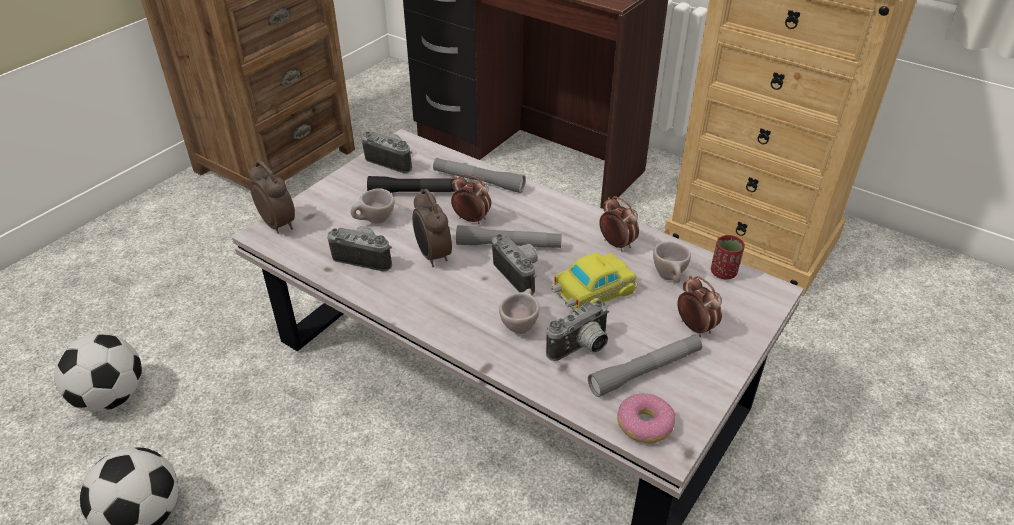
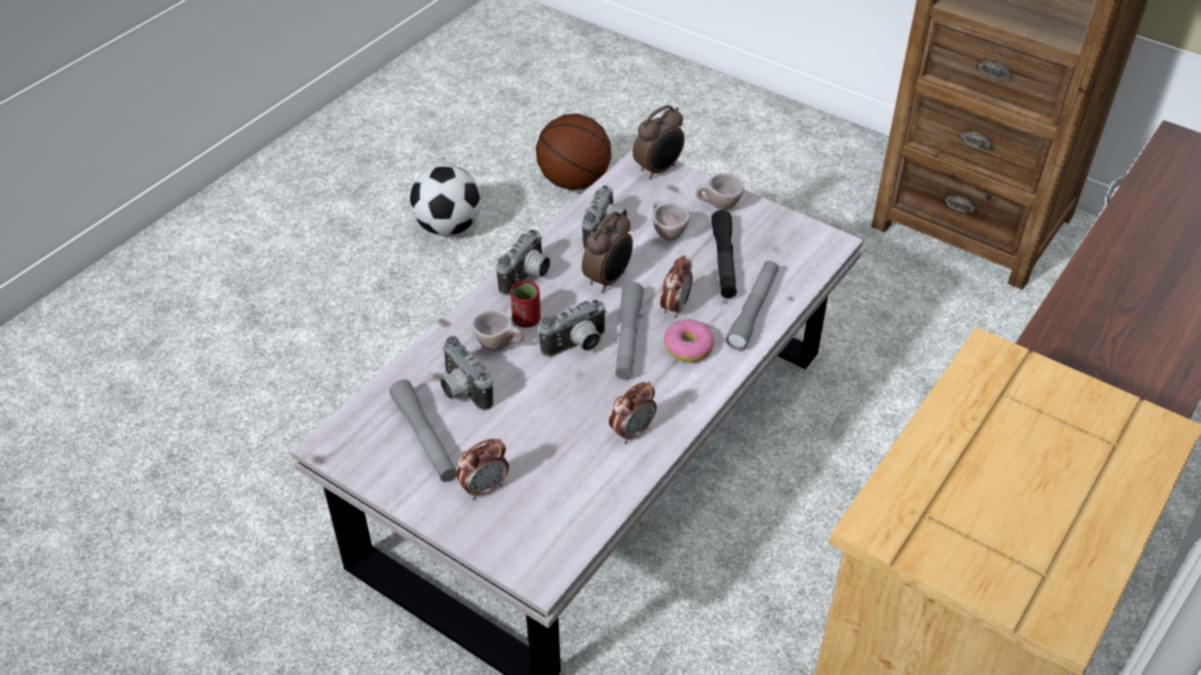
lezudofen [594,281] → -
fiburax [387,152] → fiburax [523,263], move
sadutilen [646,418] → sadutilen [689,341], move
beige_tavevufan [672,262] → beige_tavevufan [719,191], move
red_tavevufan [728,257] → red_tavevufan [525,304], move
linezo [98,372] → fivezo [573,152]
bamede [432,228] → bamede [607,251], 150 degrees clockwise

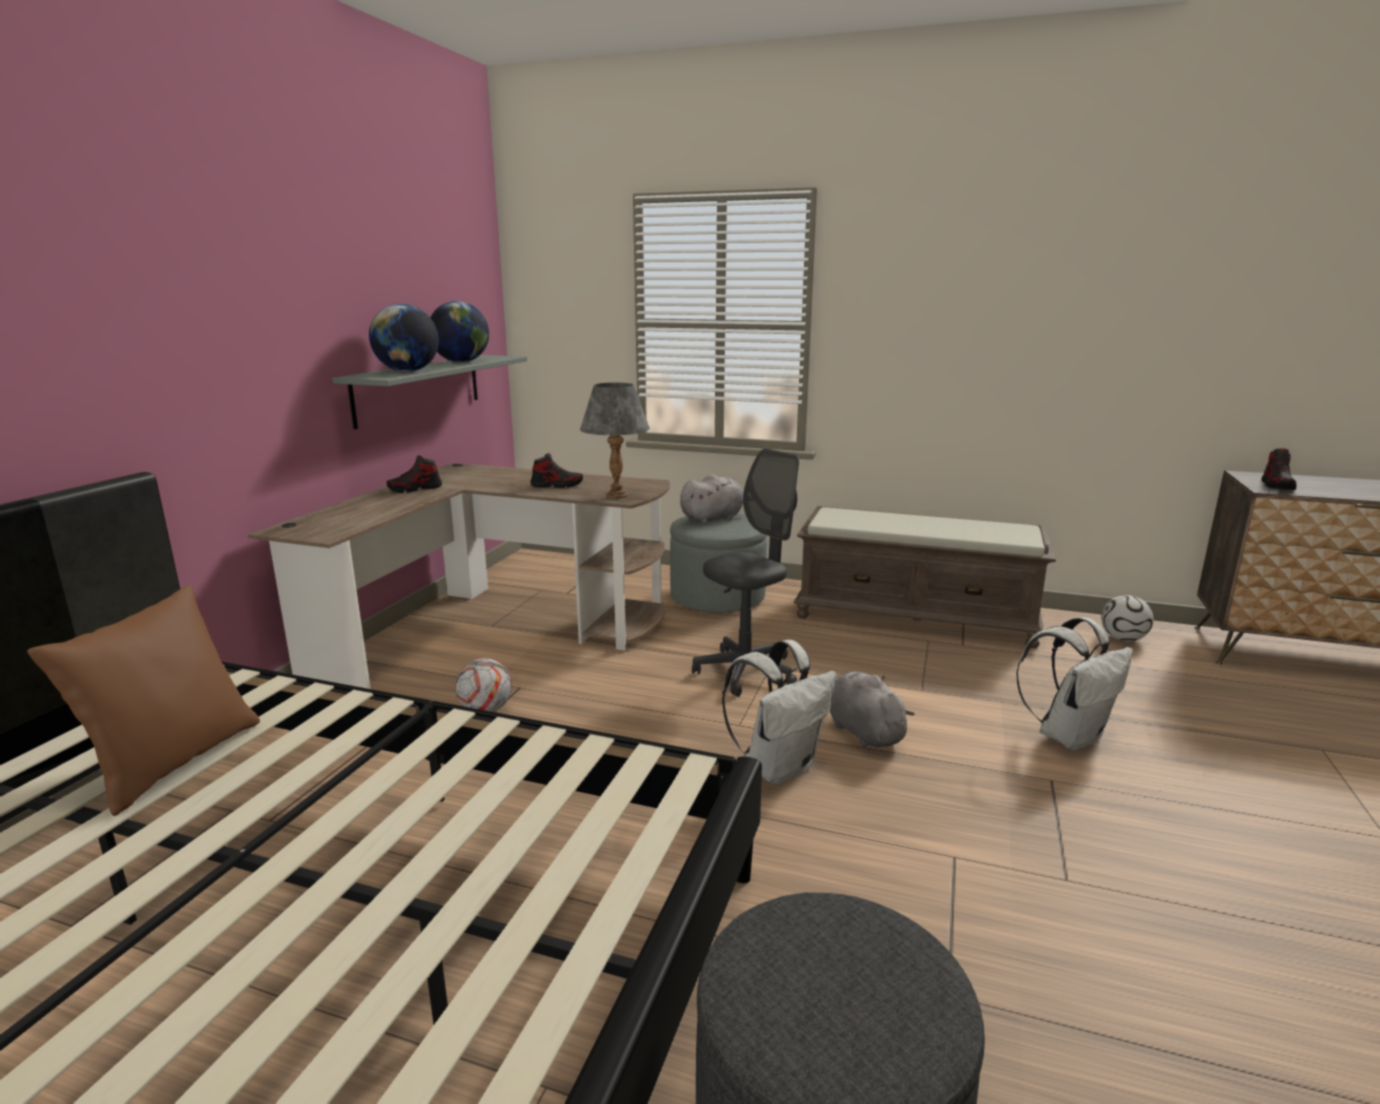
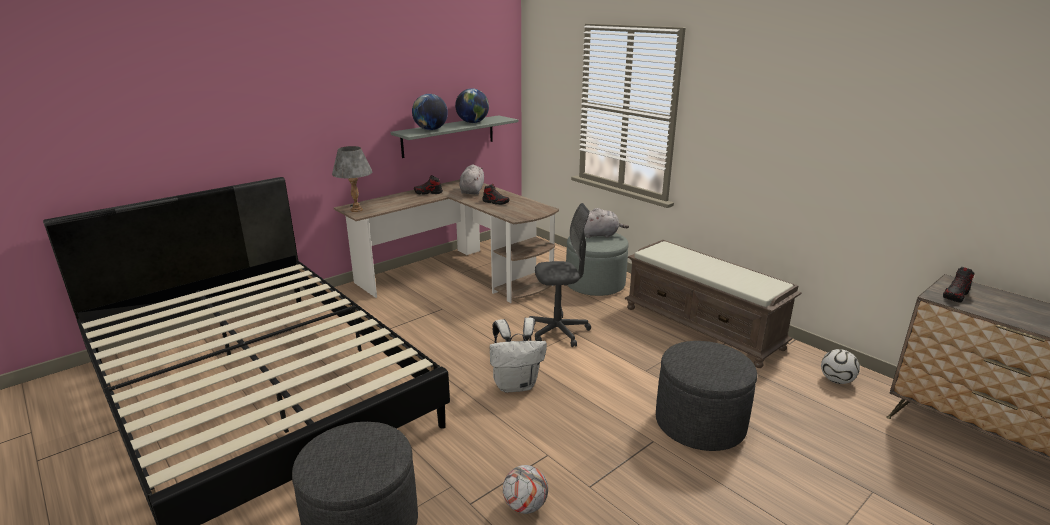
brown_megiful [143,700] → -
linezo [483,685] → linezo [525,489], move
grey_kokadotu [615,441] → grey_kokadotu [352,179], move
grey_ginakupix [872,710] → grey_ginakupix [471,179], move
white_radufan [1074,684] → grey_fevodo [706,396]

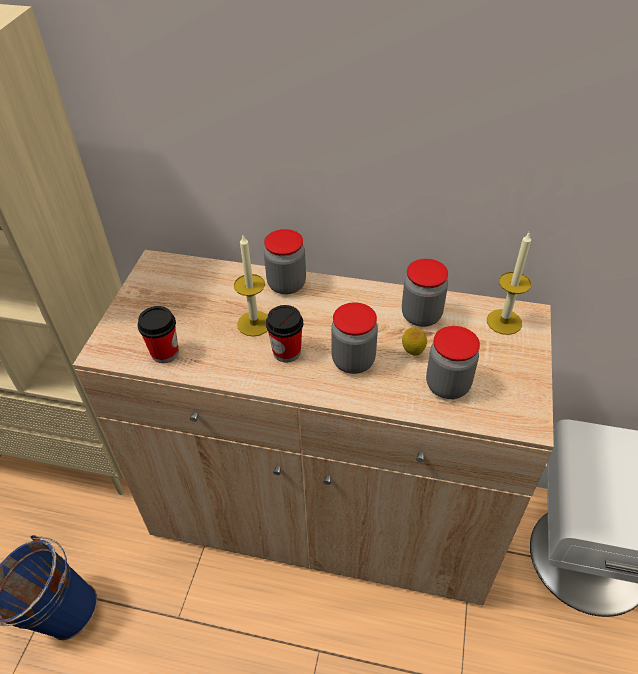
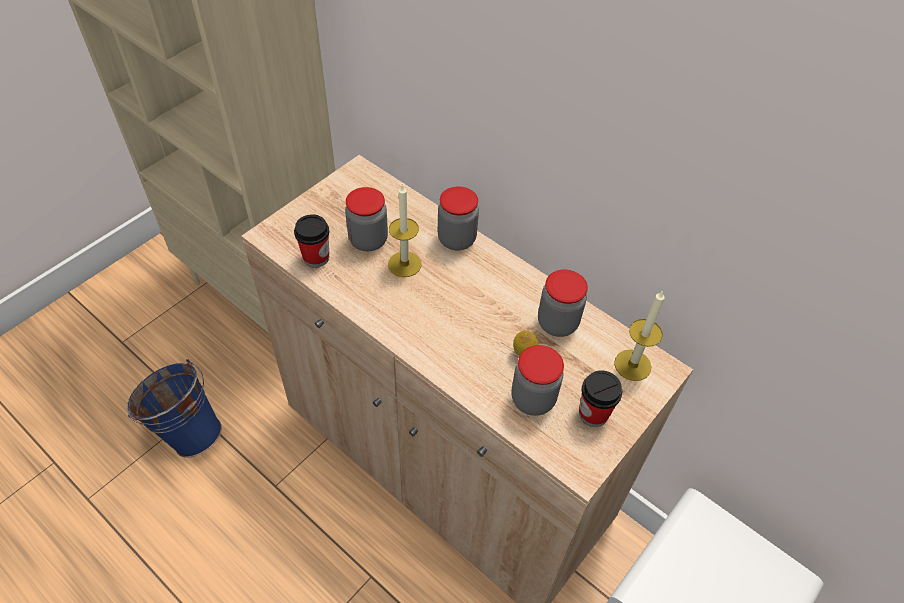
tavevufan [284,334] → tavevufan [600,398], move
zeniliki [354,338] → zeniliki [366,219], move

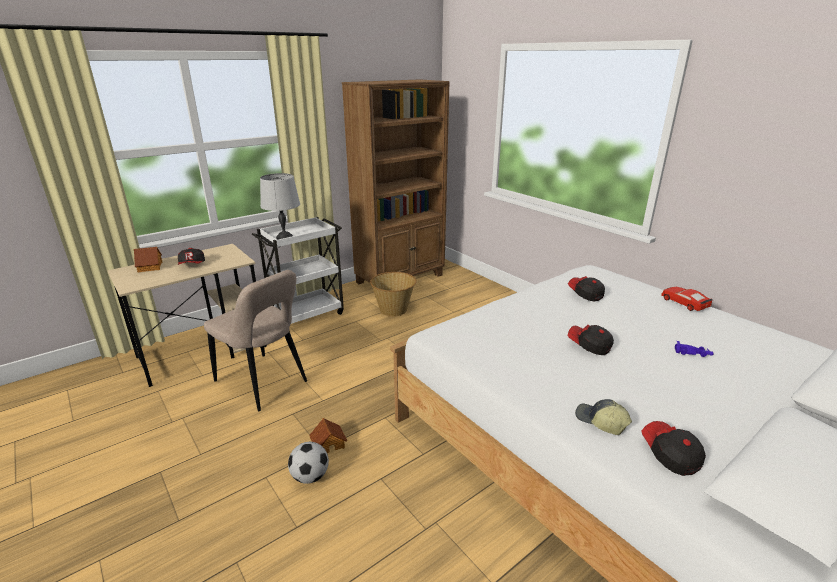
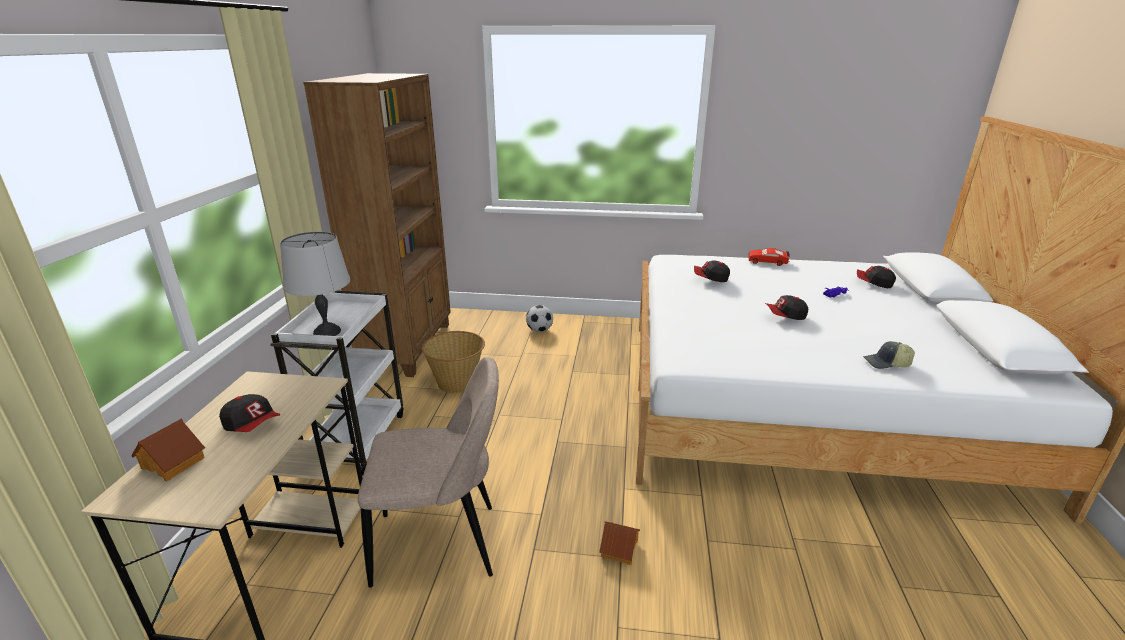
linezo [308,463] → linezo [539,318], move
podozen [674,448] → podozen [876,277], move

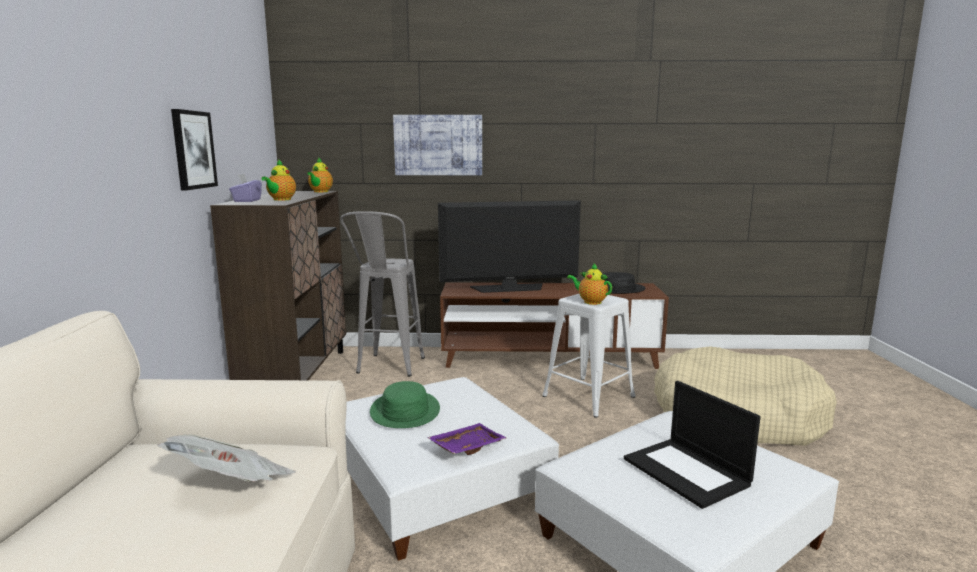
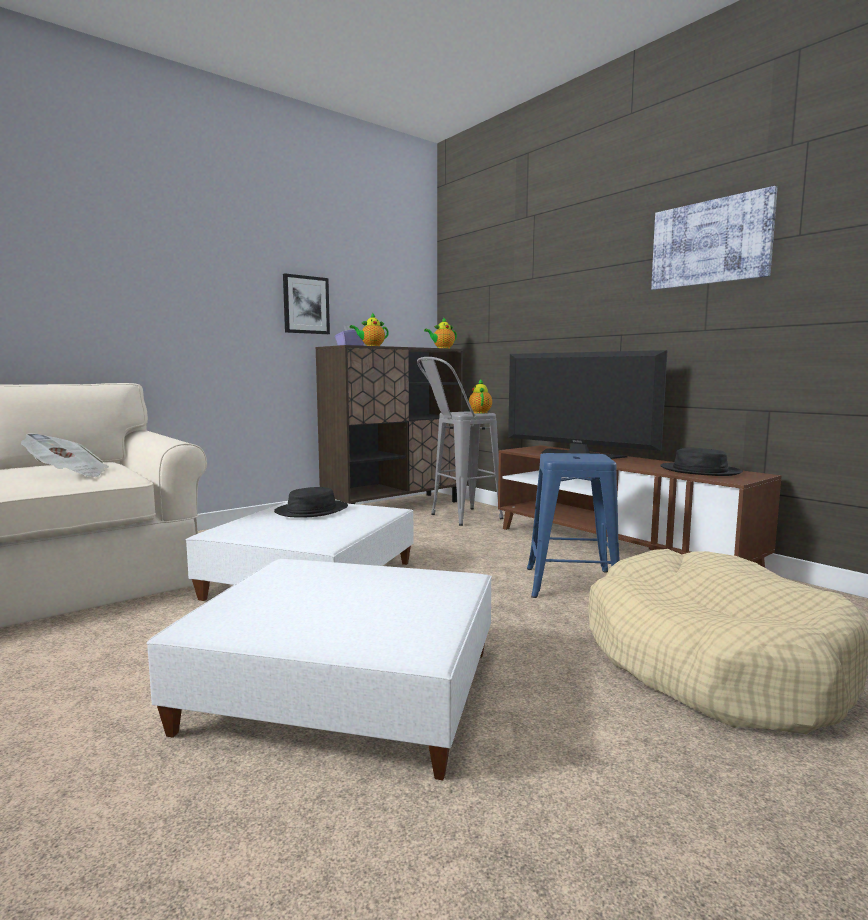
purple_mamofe [466,439] → -
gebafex [692,445] → -
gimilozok [437,145] → gimilozok [714,238], move
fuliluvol [589,284] → fuliluvol [480,396], move
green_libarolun [405,404] → black_libarolun [311,502]
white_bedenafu [588,356] → blue_bedenafu [573,525]

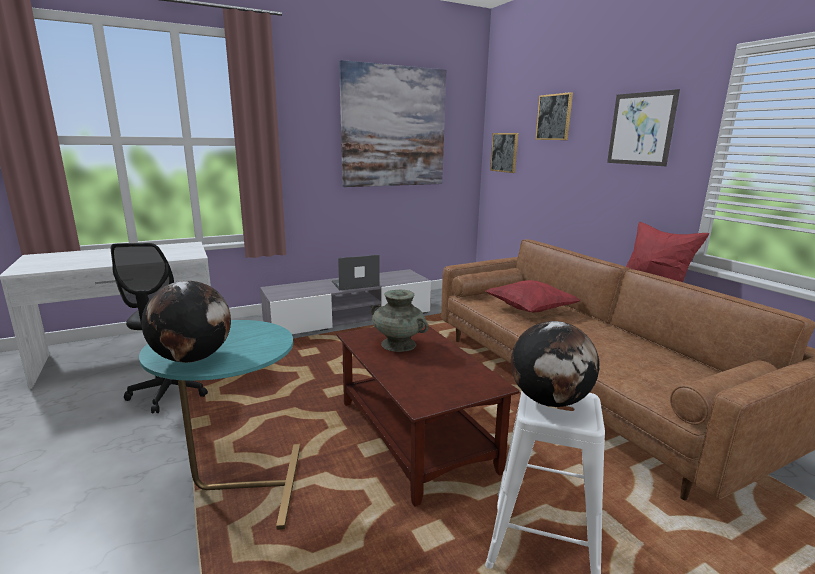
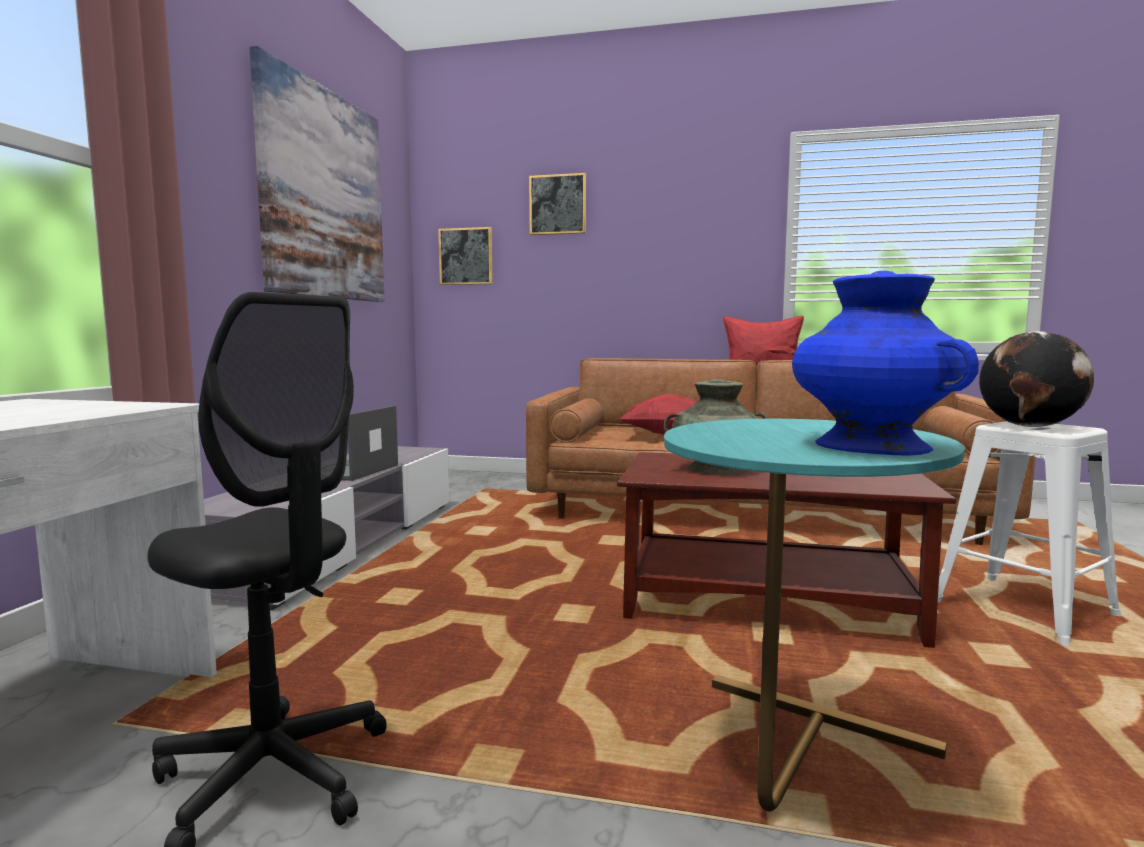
gimilozok [643,127] → -
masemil [186,322] → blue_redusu [885,363]

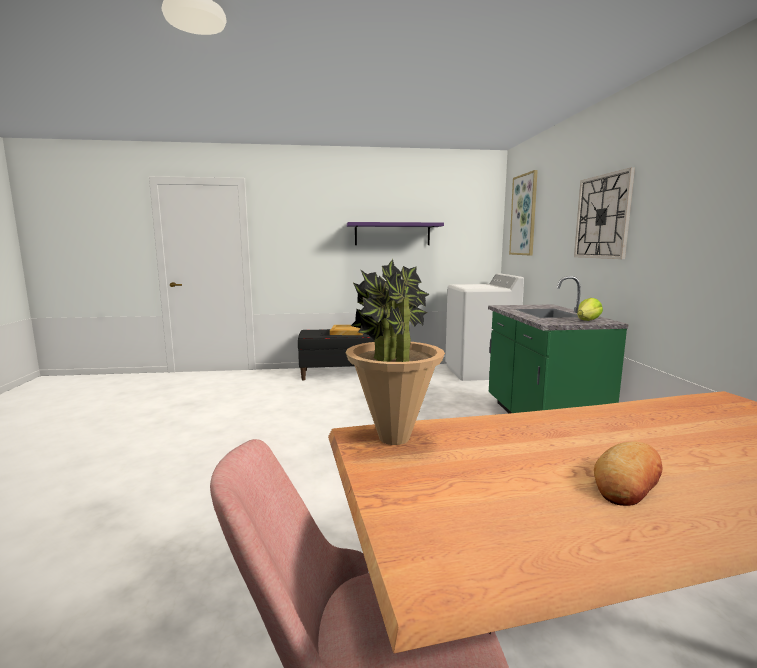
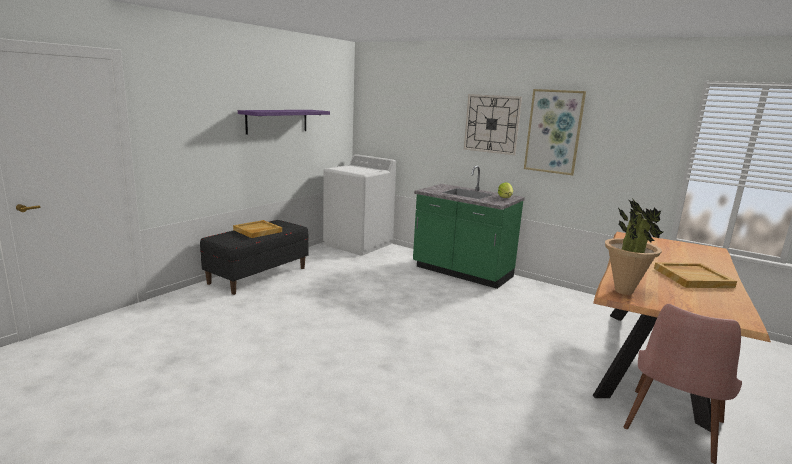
gimilozok [523,212] → gimilozok [555,132], move
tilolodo [628,473] → beige_mamofe [695,275]

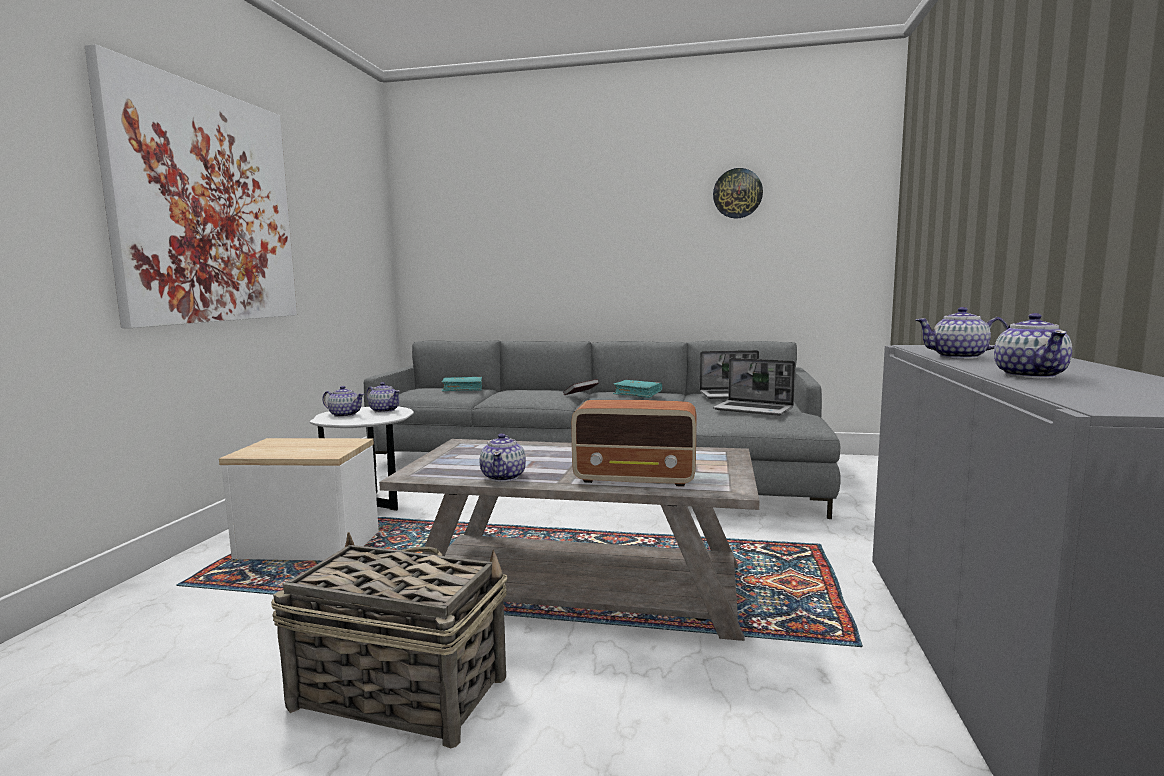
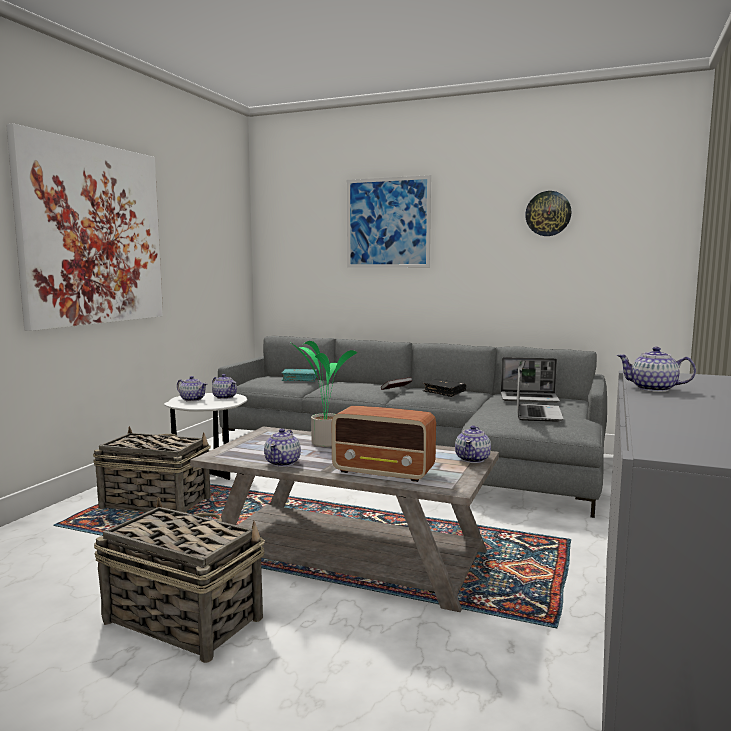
- → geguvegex [323,394]
- → gimilozok [389,221]
fuliluvol [1033,346] → fuliluvol [473,444], move
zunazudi [299,499] → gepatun [152,469]
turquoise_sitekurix [637,389] → black_sitekurix [444,388]
gebafex [754,387] → gebafex [540,394], 120 degrees counterclockwise

